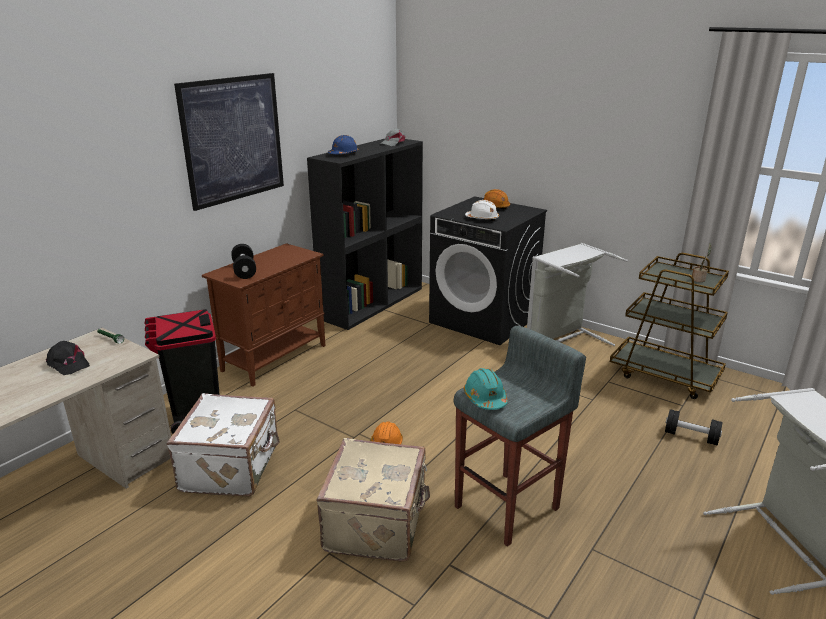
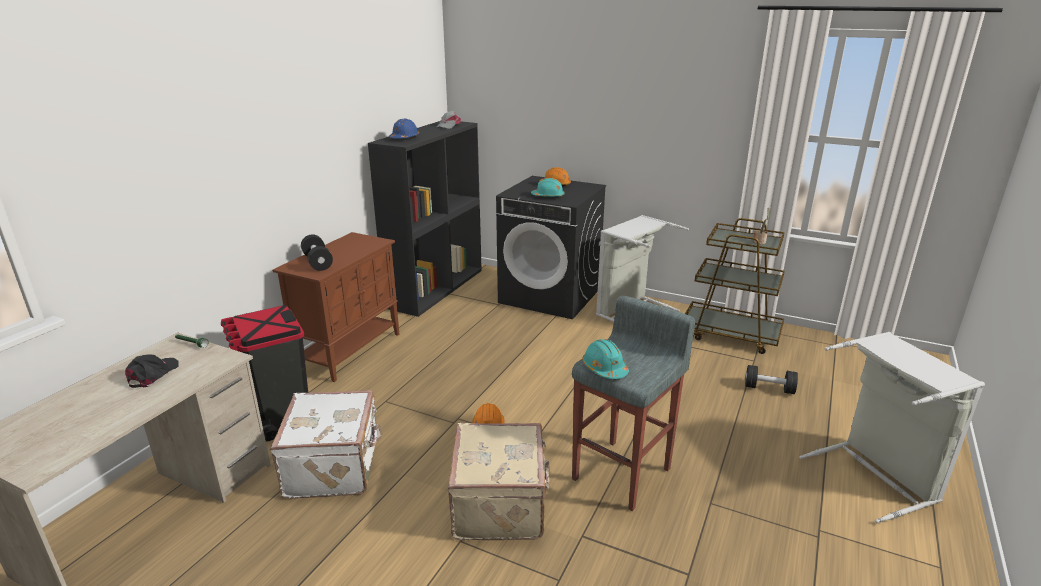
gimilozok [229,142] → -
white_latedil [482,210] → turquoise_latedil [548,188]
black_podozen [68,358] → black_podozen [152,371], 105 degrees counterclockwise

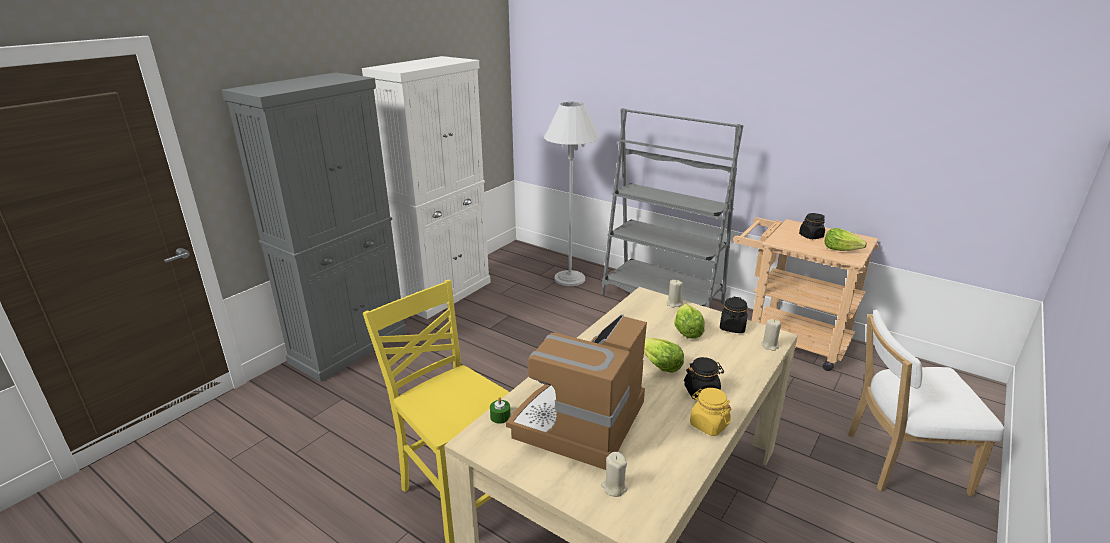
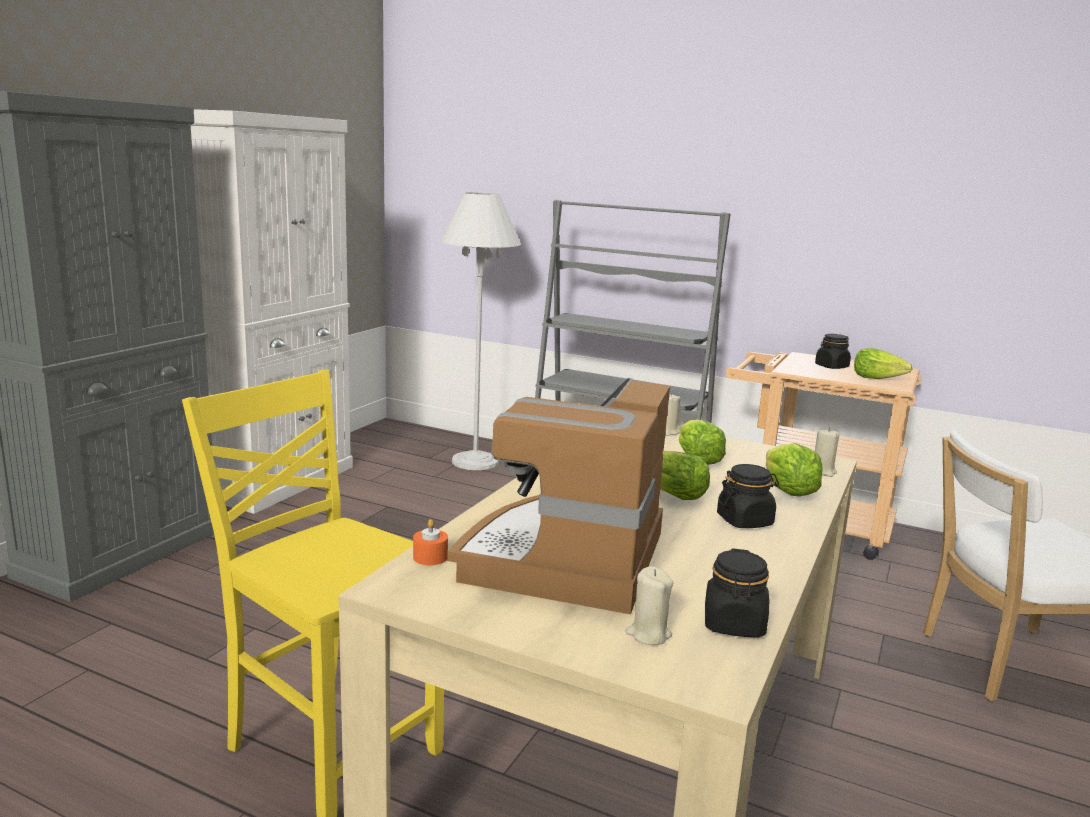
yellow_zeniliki [711,412] → -
- → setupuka [794,470]
black_zeniliki [734,315] → black_zeniliki [737,593], move
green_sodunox [500,410] → orange_sodunox [430,542]

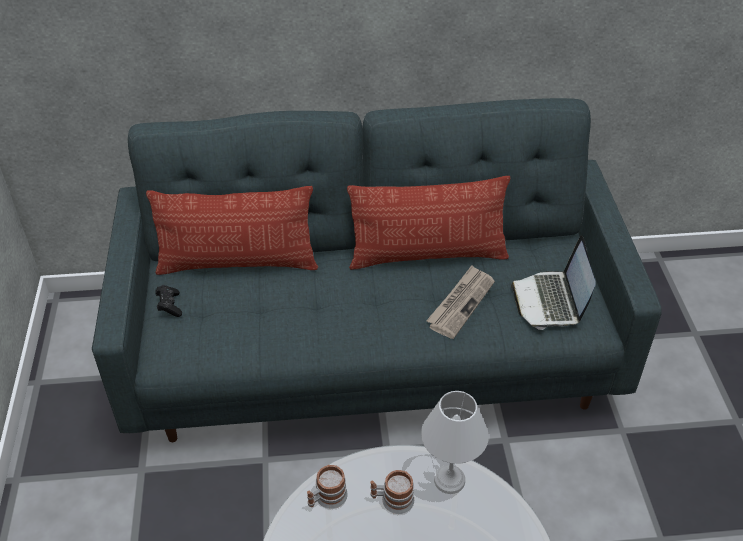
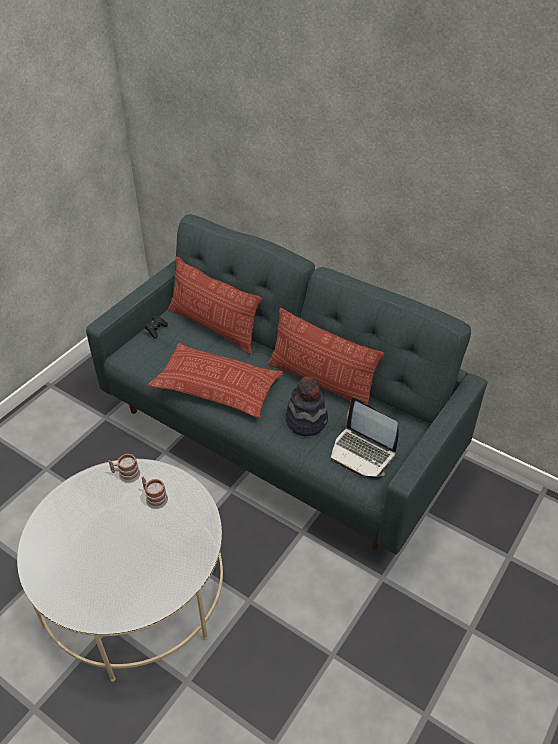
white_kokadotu [455,442] → -
- → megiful [215,380]
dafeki [460,302] → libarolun [307,406]
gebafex [553,283] → gebafex [365,437], 90 degrees counterclockwise

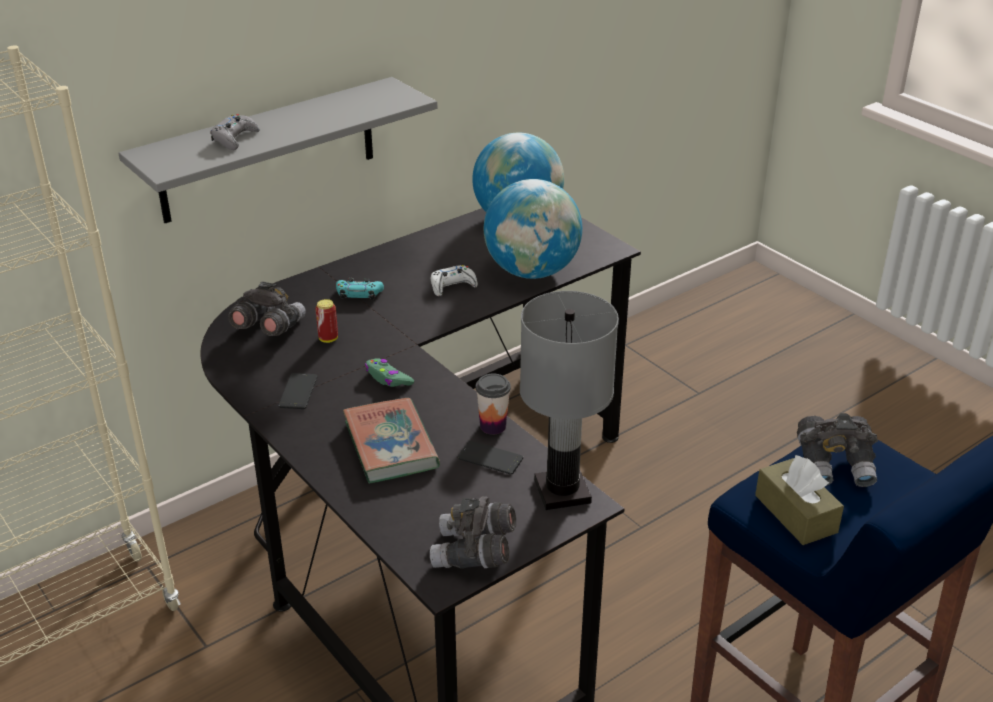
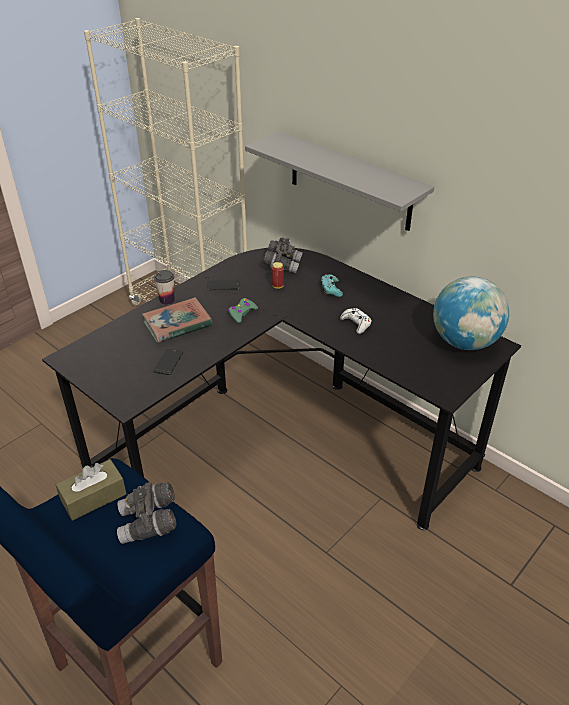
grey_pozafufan [235,132] → -
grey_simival [473,532] → -
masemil [533,229] → -
grey_kokadotu [569,400] → -
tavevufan [493,404] → tavevufan [164,287], move

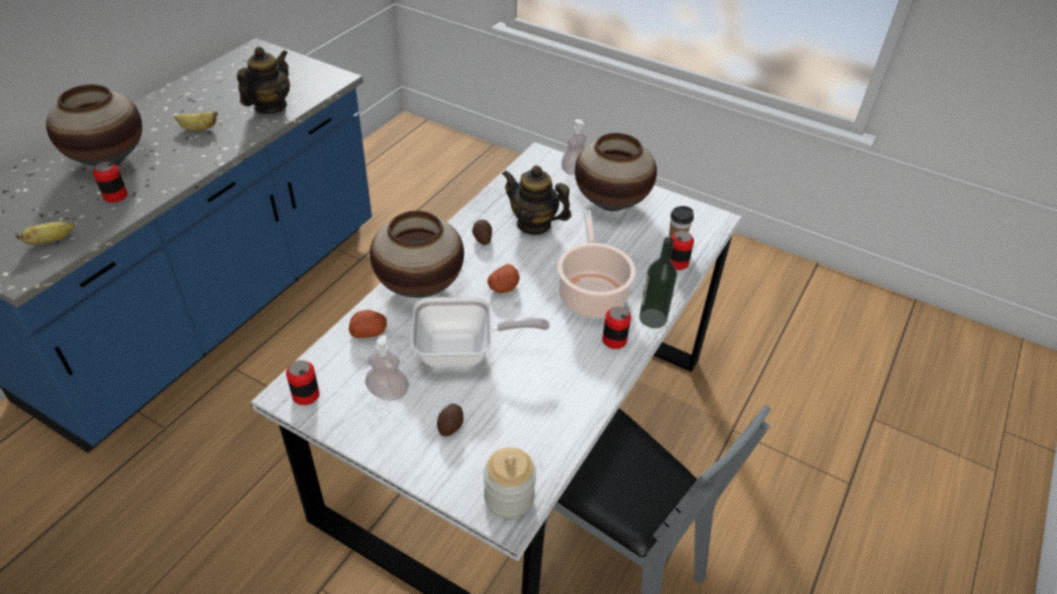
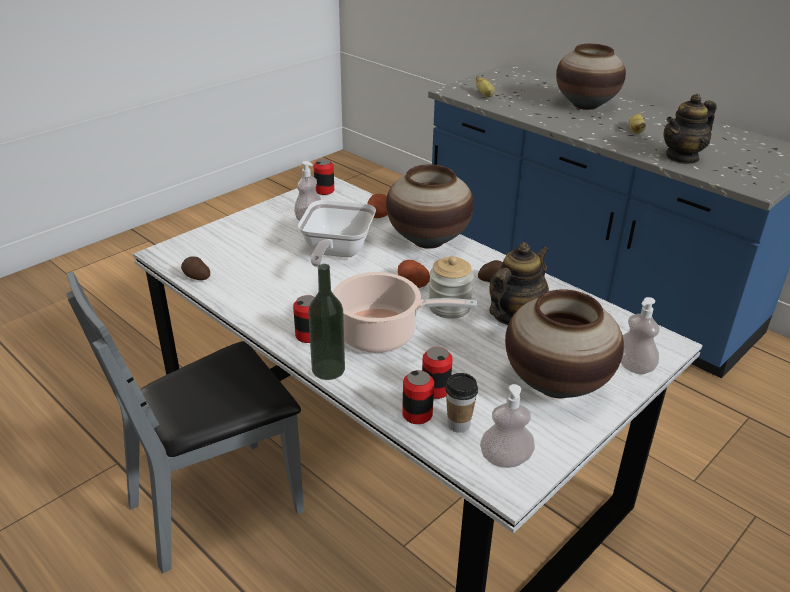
- → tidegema [507,426]
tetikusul [110,182] → tetikusul [437,373], move
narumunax [450,420] → narumunax [195,268], move
zeniliki [510,483] → zeniliki [451,287], move
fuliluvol [263,80] → fuliluvol [690,129], 105 degrees clockwise

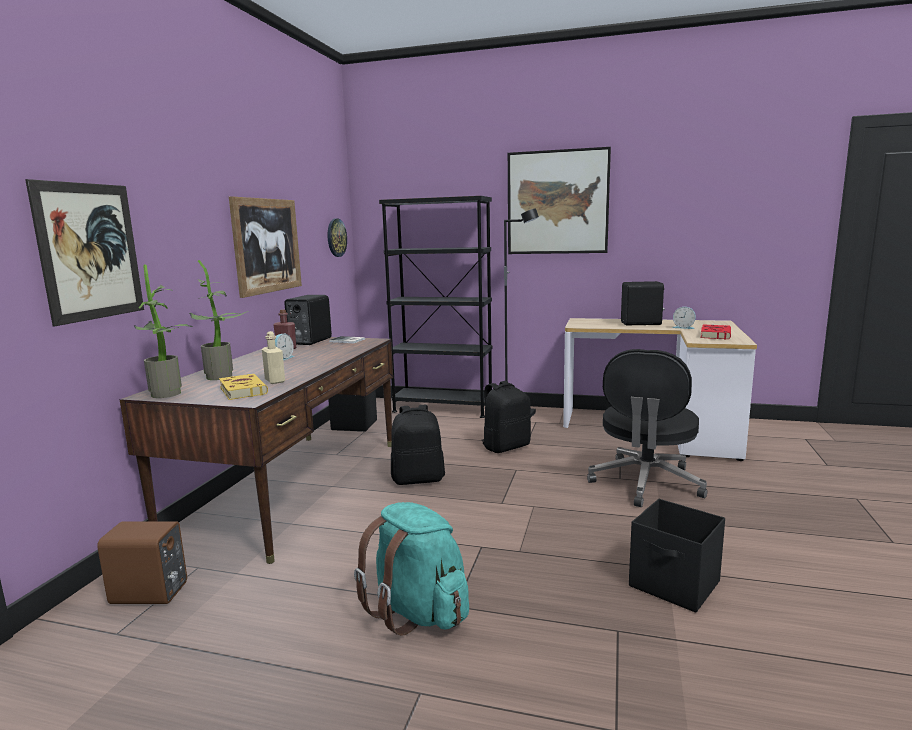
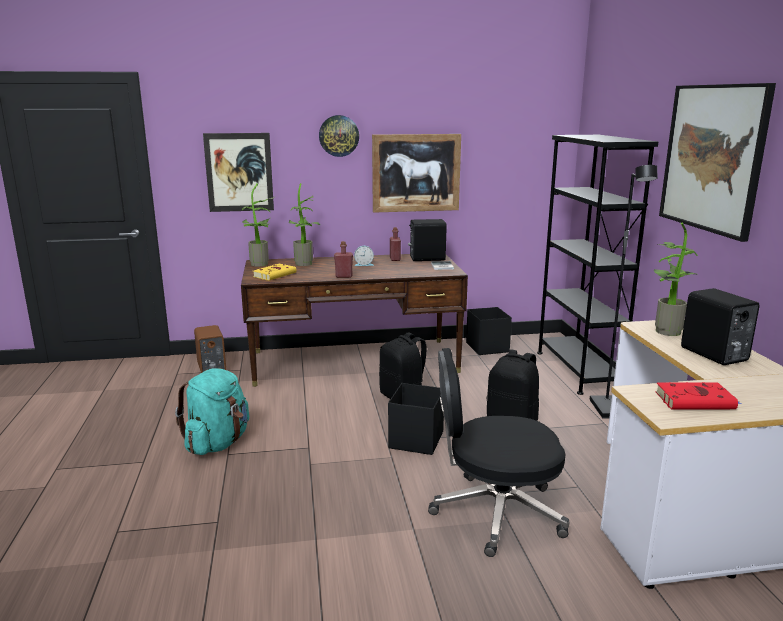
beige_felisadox [273,357] → -
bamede [684,318] → -
- → red_felisadox [343,259]
- → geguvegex [676,279]
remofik [337,237] → remofik [339,136], move
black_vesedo [677,556] → black_vesedo [416,419], move

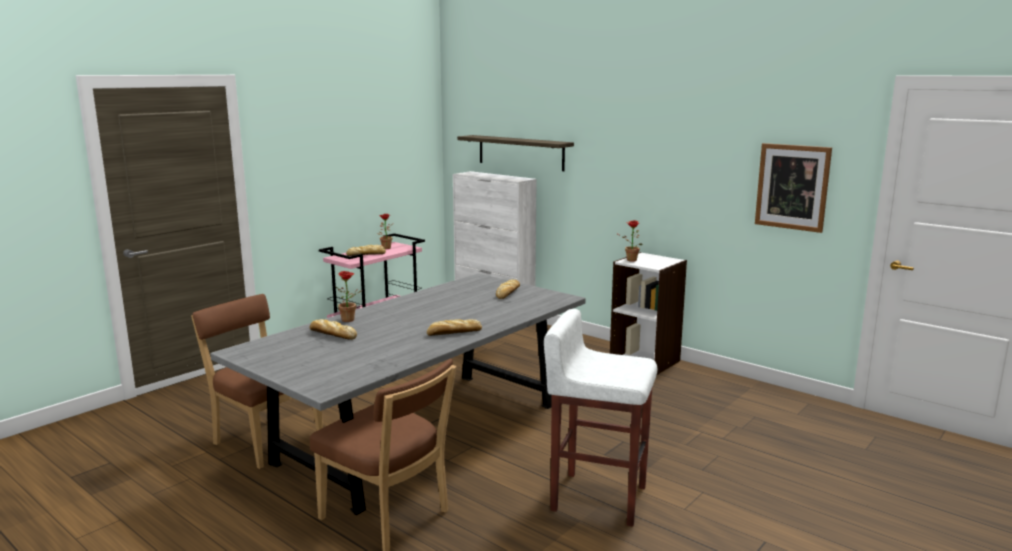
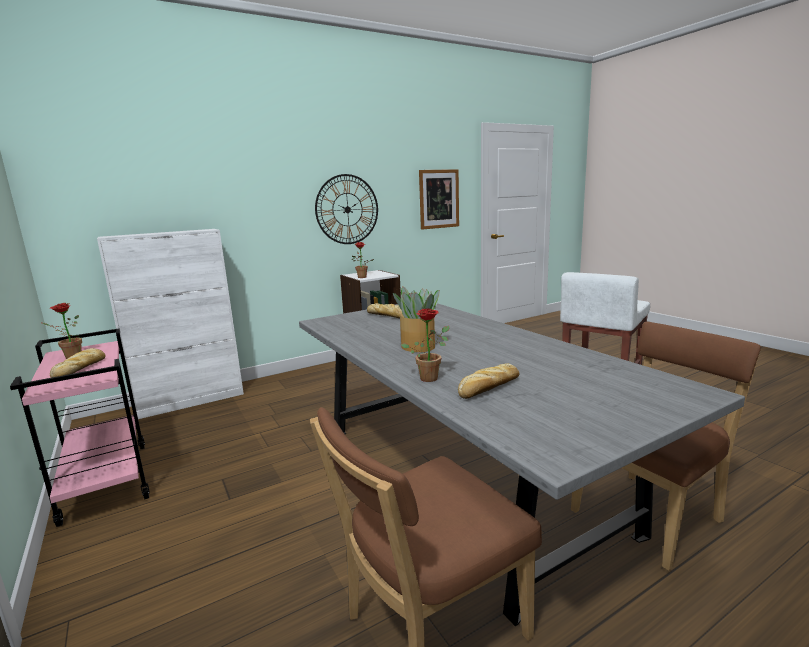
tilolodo [454,327] → -
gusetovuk [515,153] → -
- → remofik [346,209]
- → geguvegex [416,319]

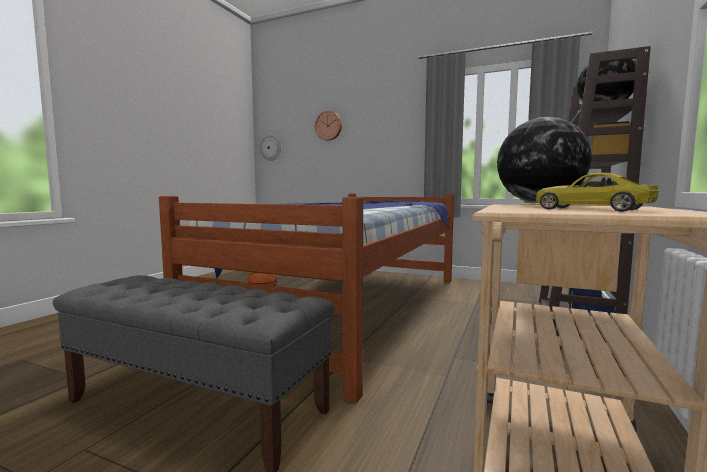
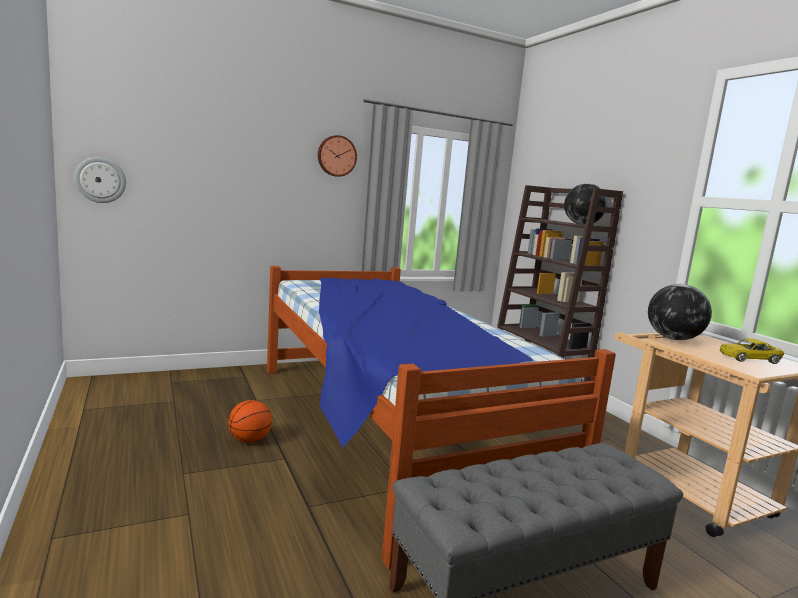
remofik [328,126] → remofik [337,156], move

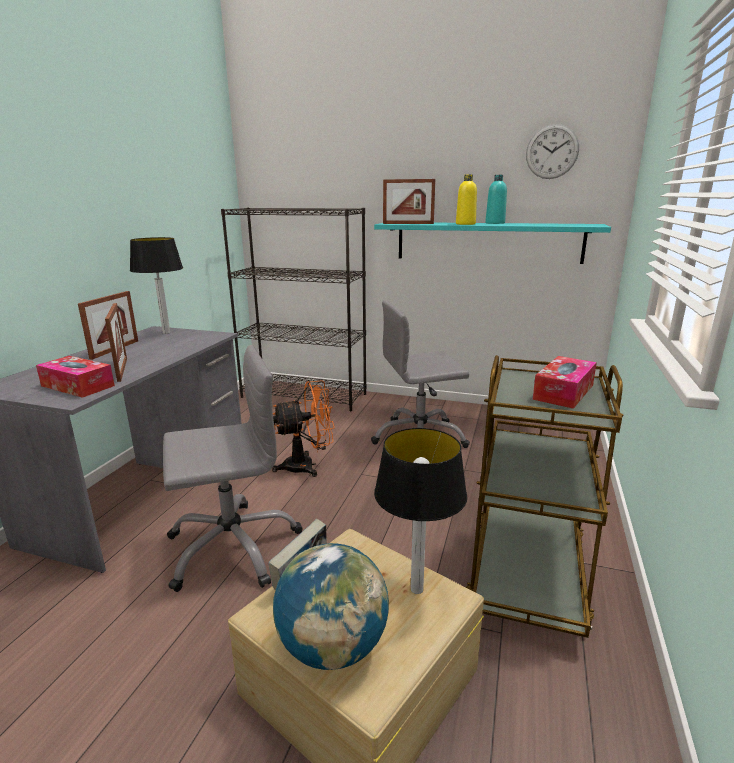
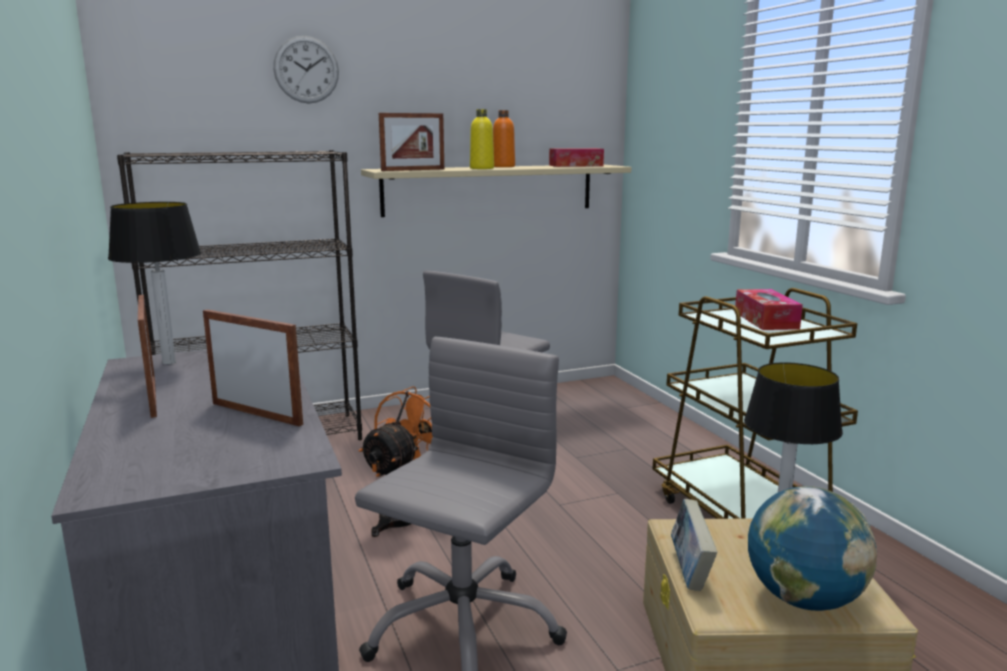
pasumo [75,377] → pasumo [576,157], move
remofik [552,151] → remofik [306,69], move
turquoise_gusetovuk [492,243] → beige_gusetovuk [496,190]
turquoise_felisadox [496,199] → orange_felisadox [504,138]

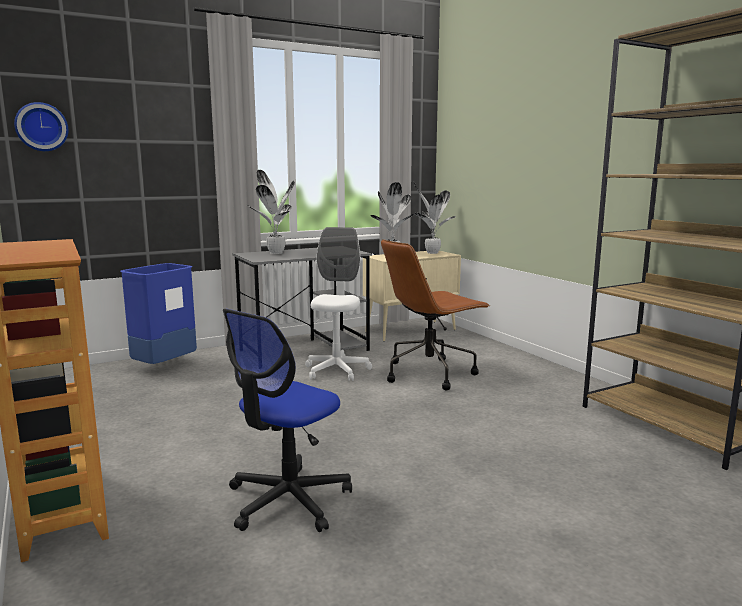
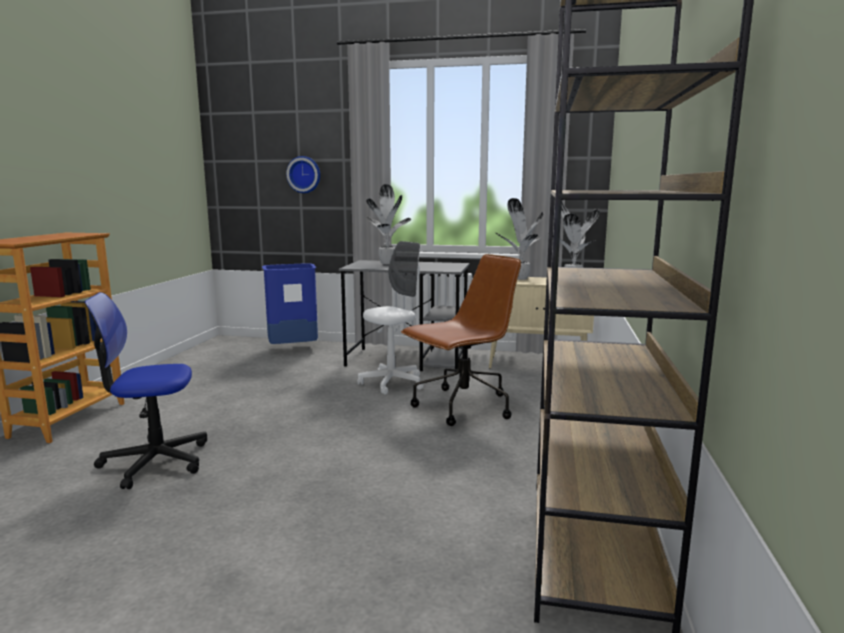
remofik [41,126] → remofik [303,174], move
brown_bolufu [435,314] → brown_bolufu [461,340], 135 degrees clockwise

